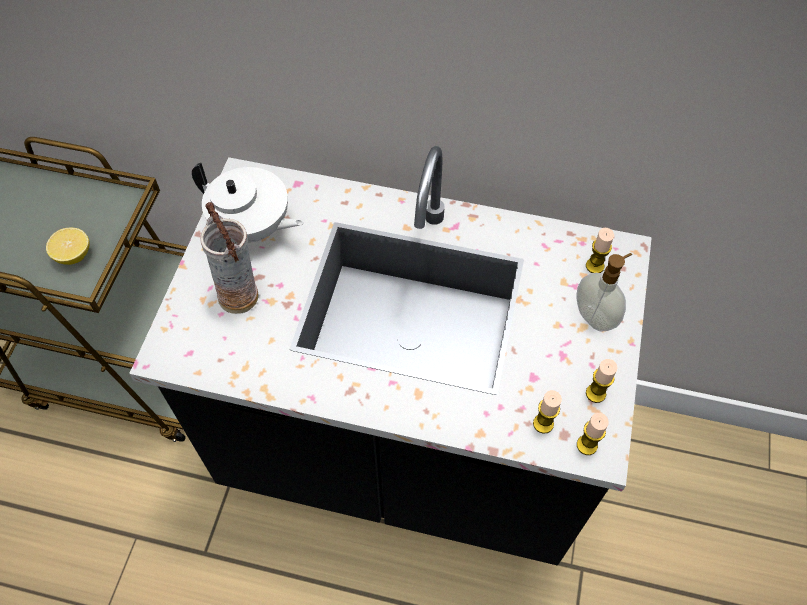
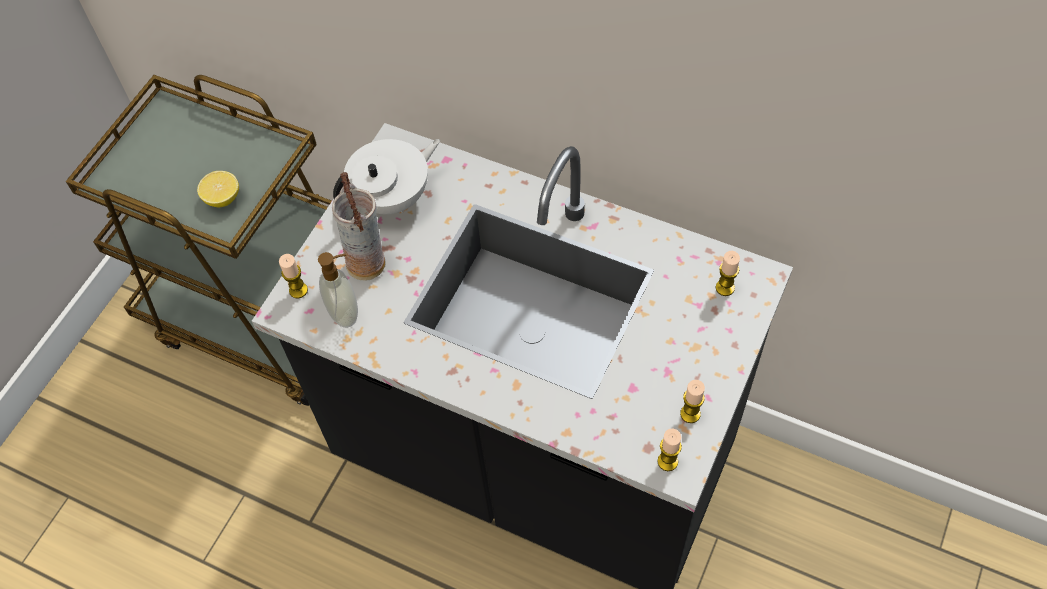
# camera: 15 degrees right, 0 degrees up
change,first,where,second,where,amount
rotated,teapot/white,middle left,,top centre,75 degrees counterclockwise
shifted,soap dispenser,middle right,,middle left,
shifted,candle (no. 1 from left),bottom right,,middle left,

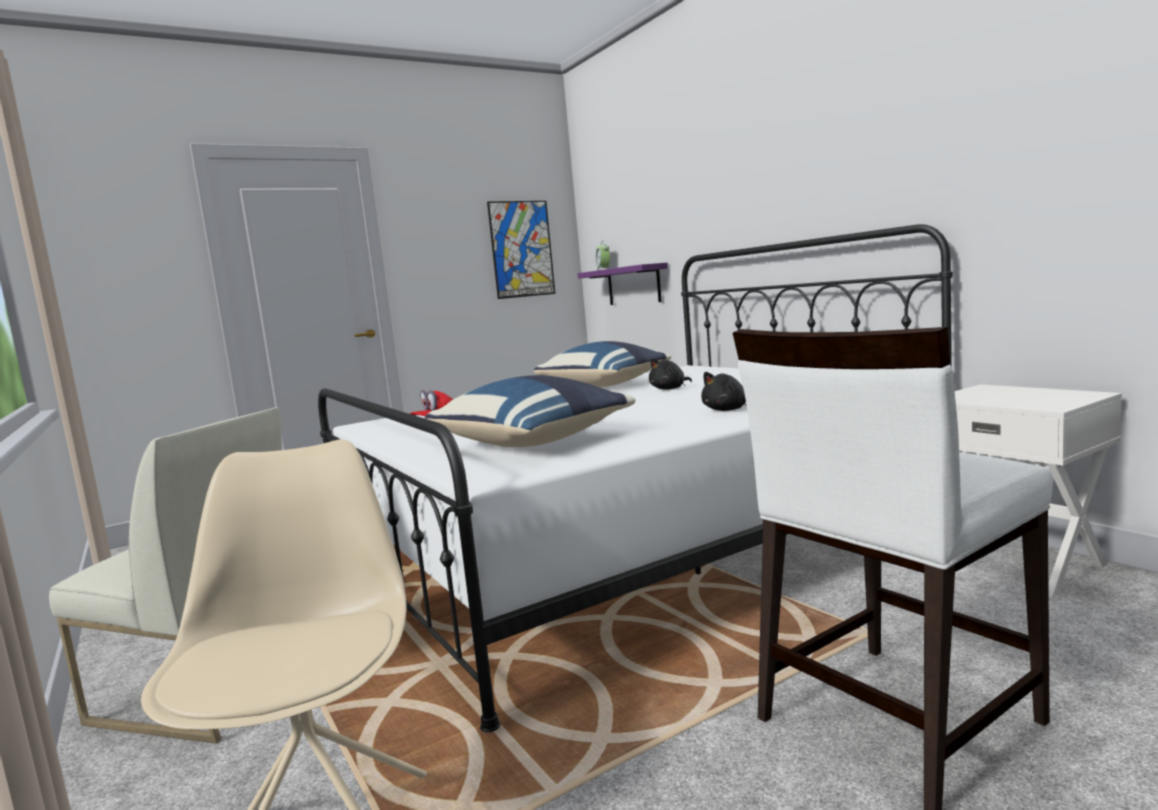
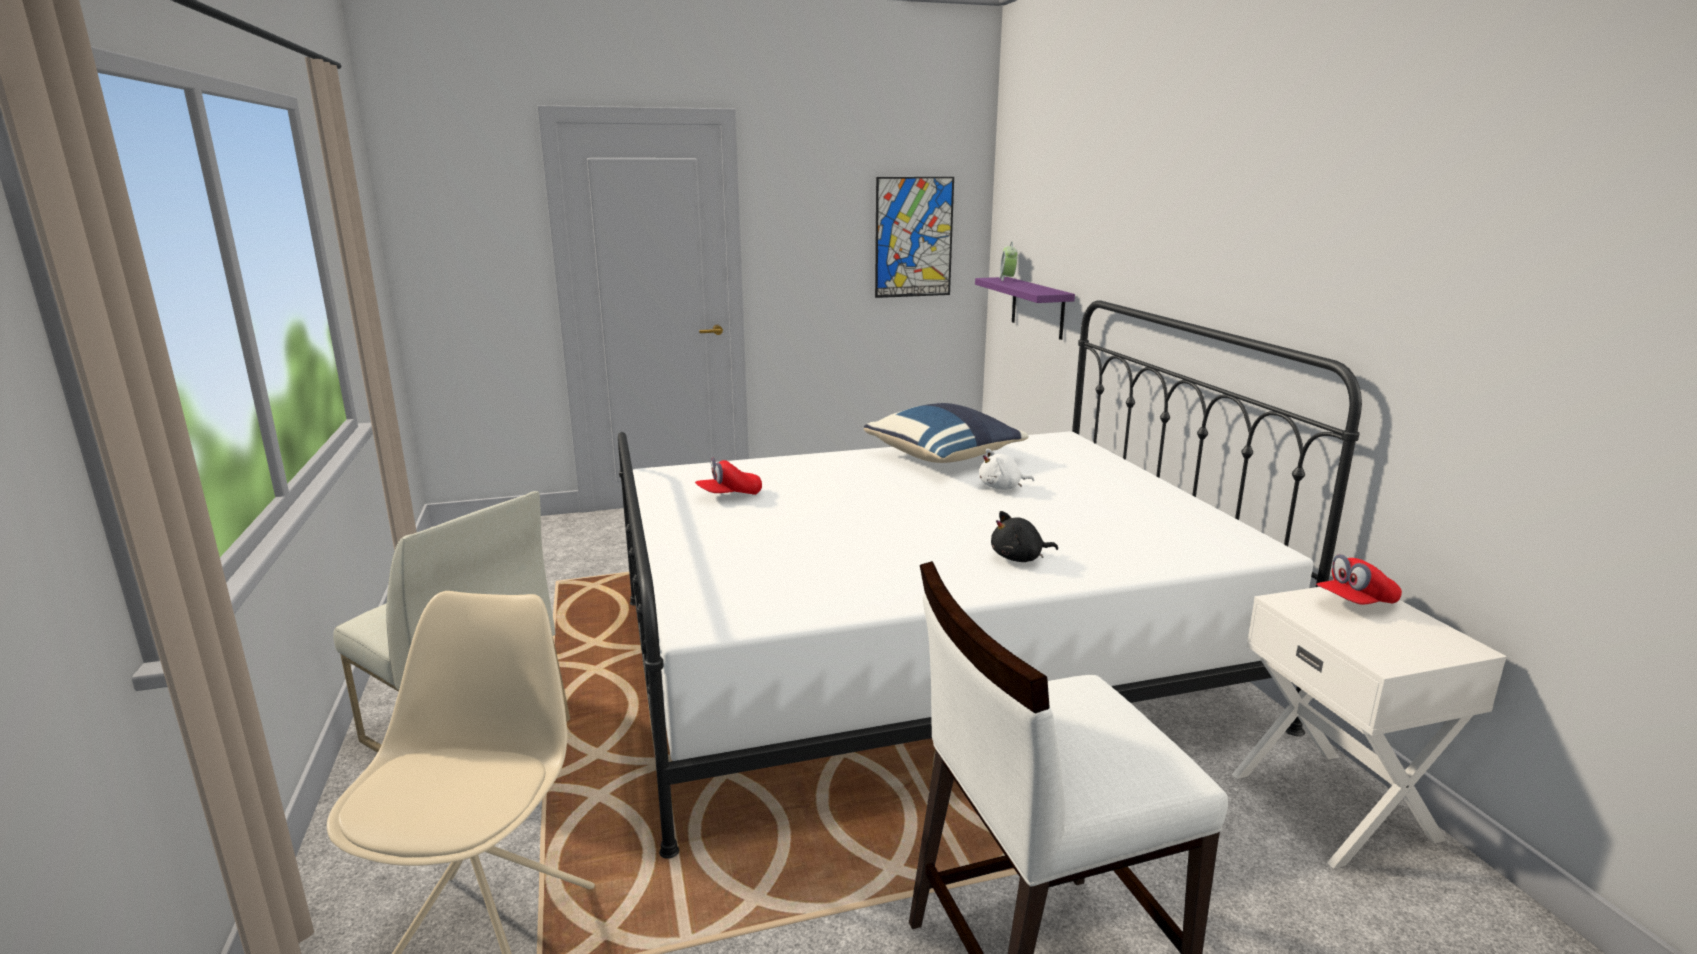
# camera: 15 degrees right, 10 degrees up
change,first,where,second,where,amount
repainted,plush toy/black (no. 1 from left),centre,plush toy/white,centre,
gone,pillow/blue (no. 1 from left),centre,,,
new,,,cap/red (no. 2 from left),middle right,

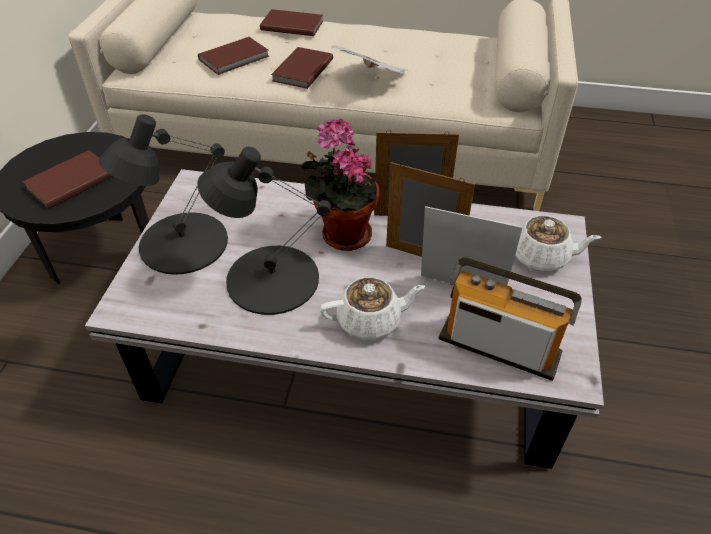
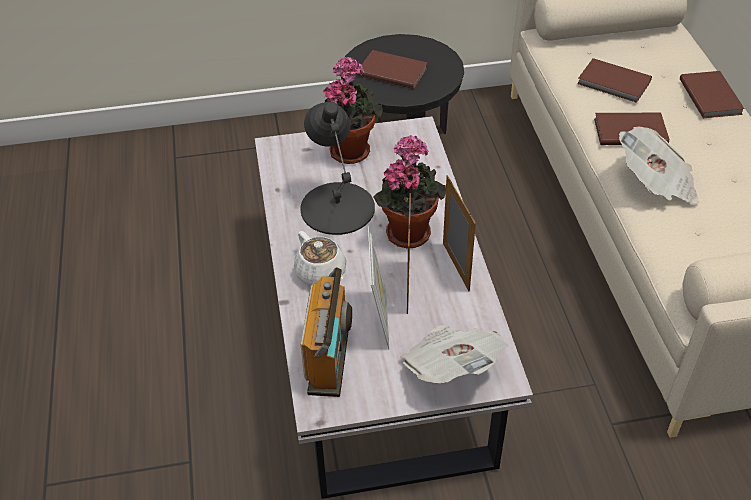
# camera: 70 degrees right, 0 degrees up
change,first,where,second,where,amount
swapped,table lamp/black (no. 1 from left),middle left,potted plant (no. 1 from left),top centre,
swapped,teapot/white (no. 2 from left),middle right,newspaper (no. 1 from left),bottom centre,

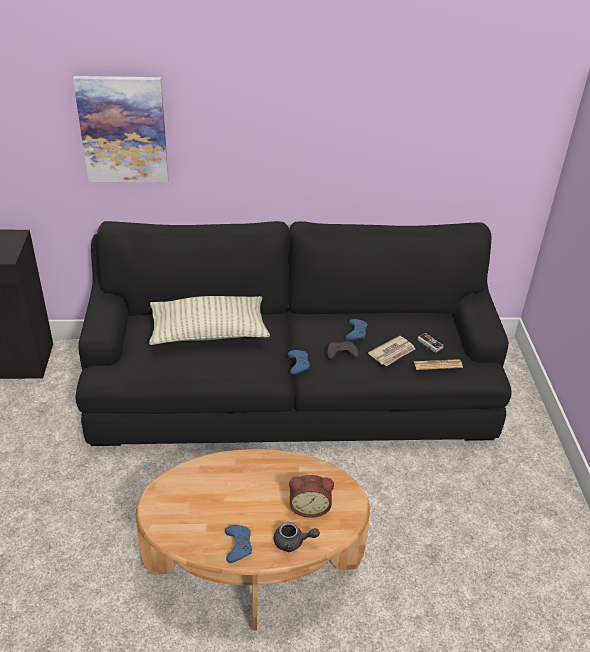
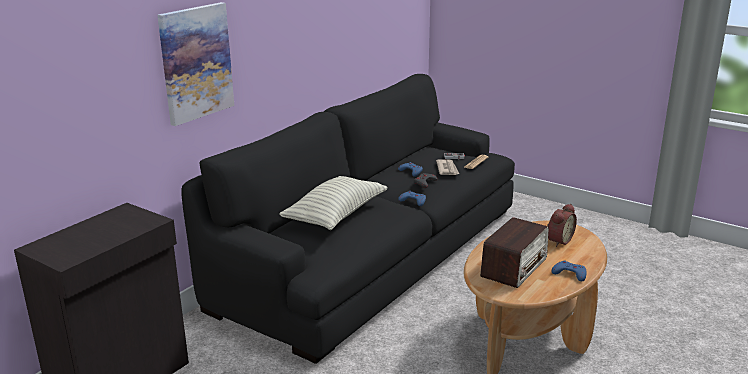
# camera: 50 degrees left, 15 degrees down
change,first,where,second,where,amount
gone,teapot/grey,bottom centre,,,
new,,,radio,bottom right,

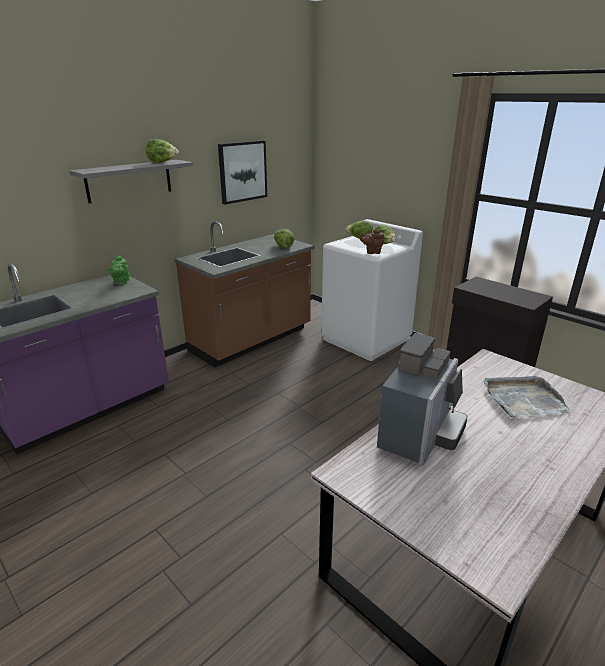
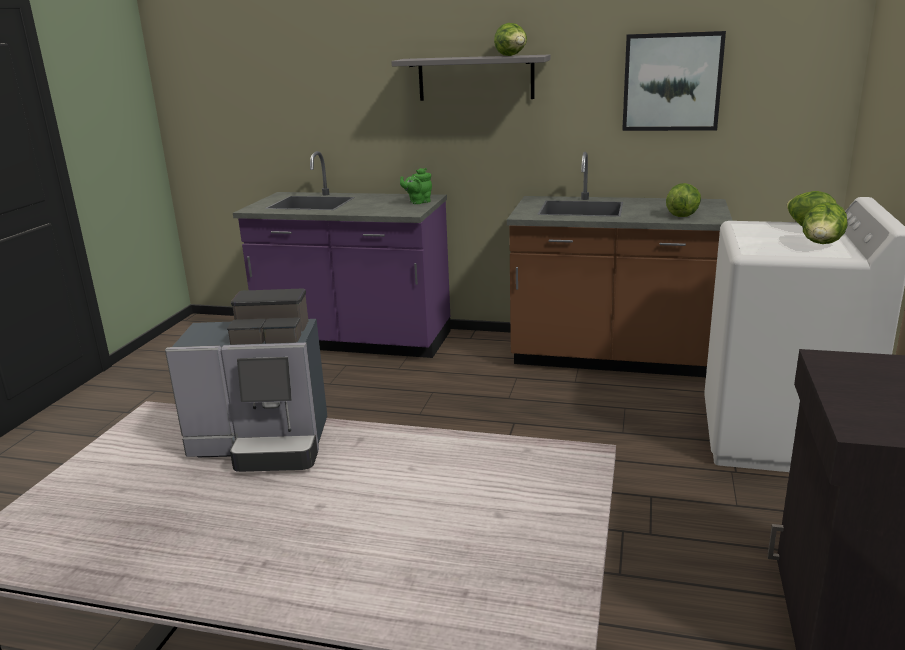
# camera: 60 degrees right, 5 degrees down
change,first,where,second,where,amount
gone,teapot/brown,centre,,,
gone,tray/grey,middle right,,,

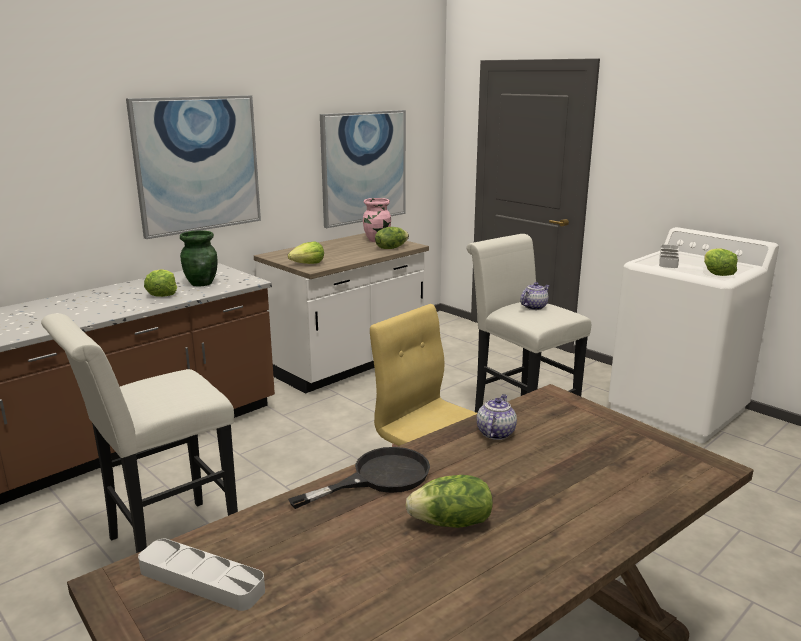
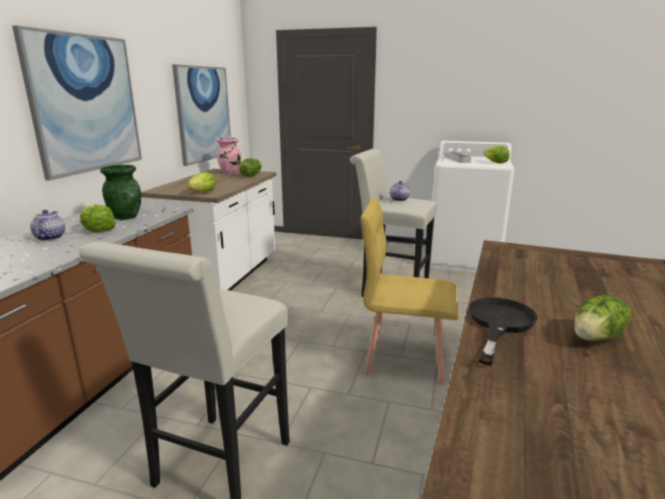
# camera: 30 degrees left, 0 degrees up
change,first,where,second,where,amount
shifted,teapot (no. 1 from left),centre,,middle left,
gone,tray/grey (no. 1 from left),bottom left,,,

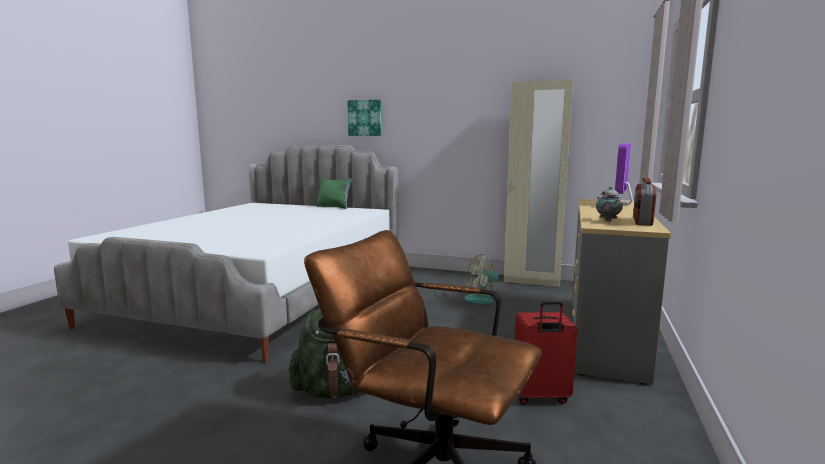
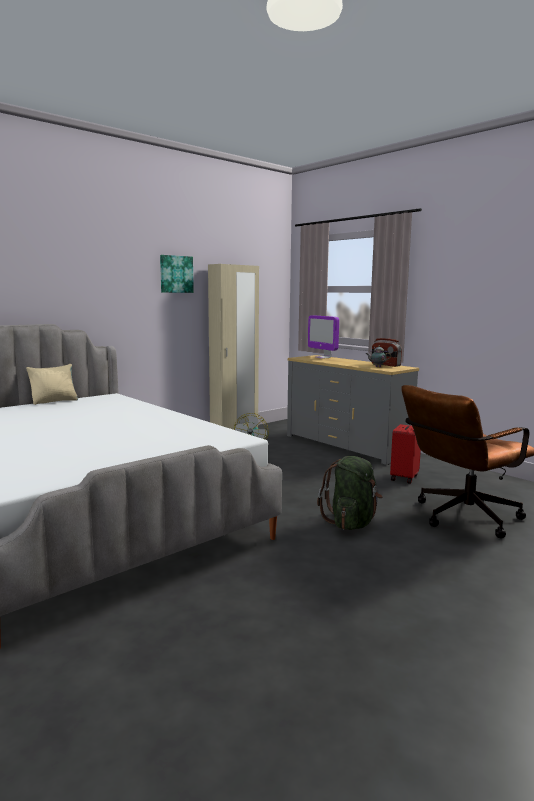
# camera: 60 degrees left, 0 degrees up
change,first,where,second,where,amount
shifted,picture,top centre,,middle left,
repainted,pillow/green,centre,pillow/beige,middle left,

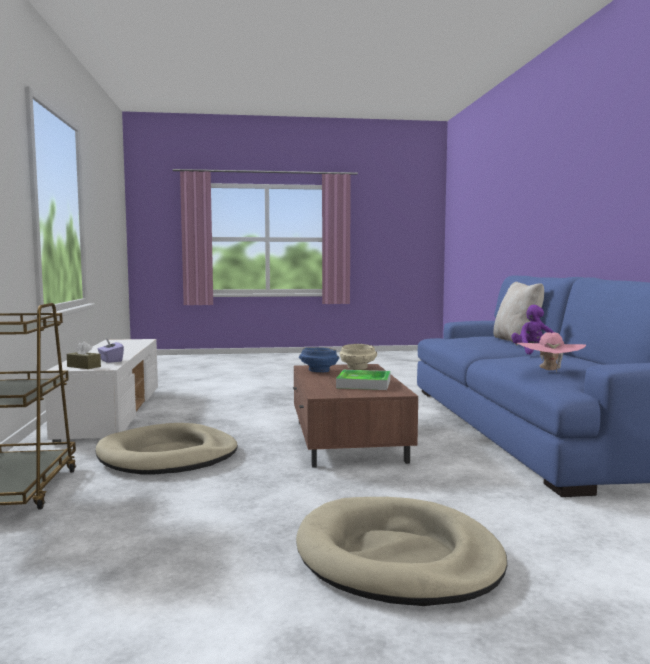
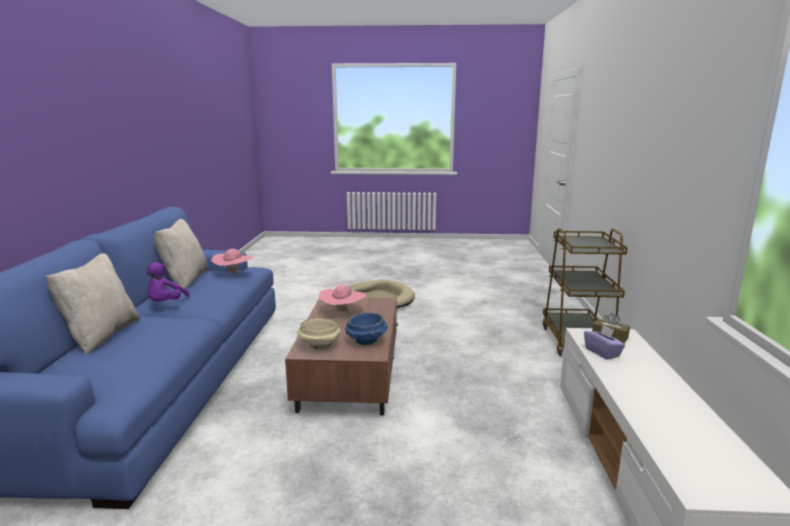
# camera: 170 degrees left, 10 degrees up
change,first,where,second,where,amount
swapped,tray,centre,hat/pink (no. 2 from left),centre,
gone,dog bed/beige (no. 1 from left),bottom left,,,
new,,,pillow/beige (no. 2 from left),middle left,

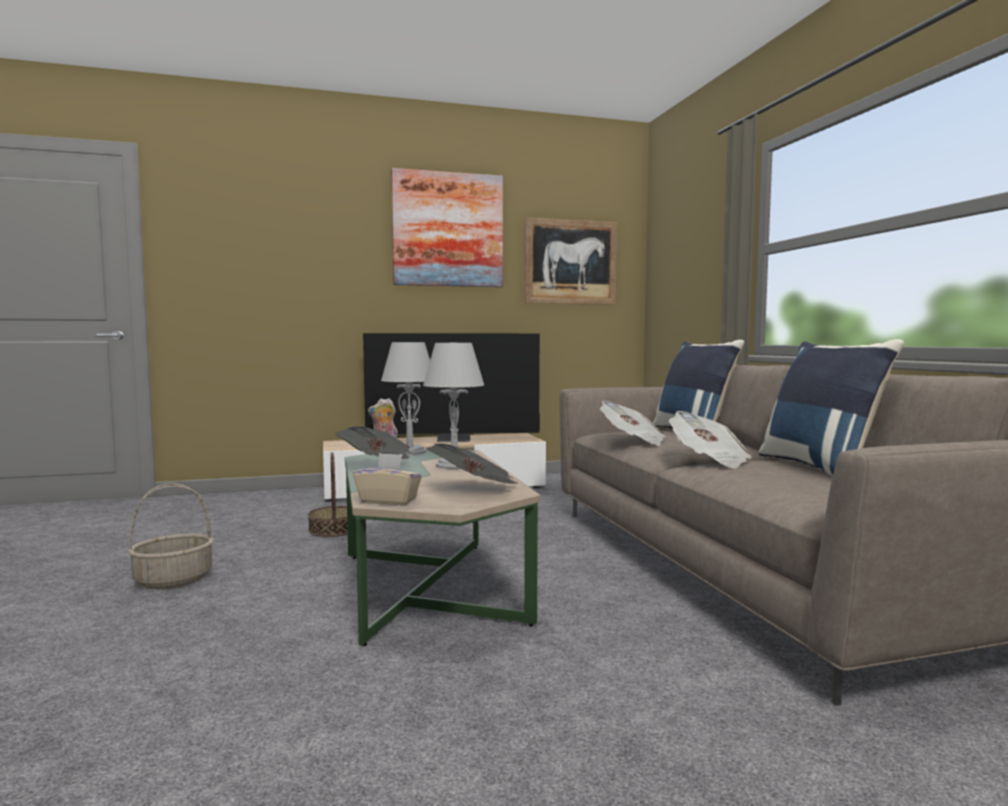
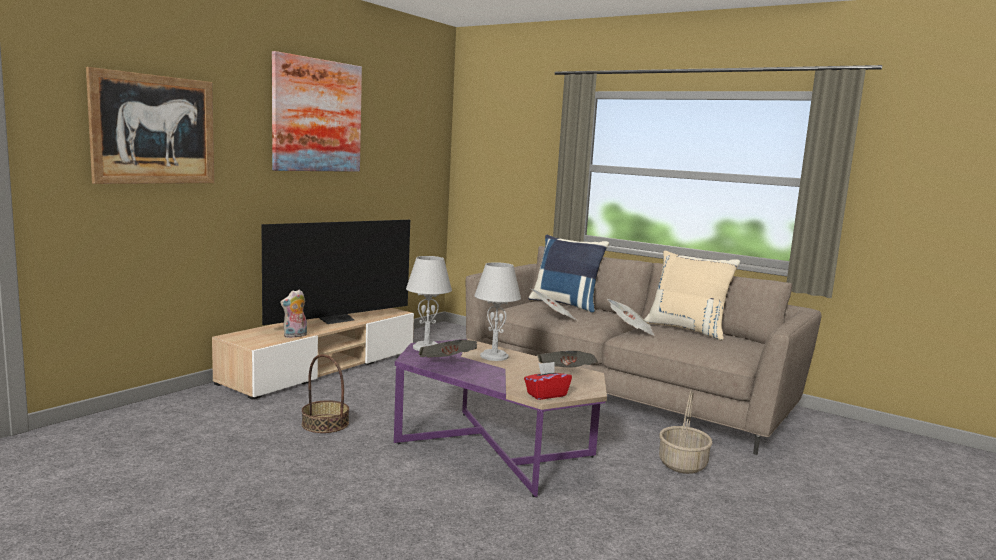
# camera: 40 degrees left, 5 degrees up
change,first,where,second,where,amount
shifted,picture (no. 2 from left in the first image),top centre,picture (no. 1 from left),top left,
repainted,pillow/blue (no. 2 from left),middle right,pillow/beige,middle right,
repainted,coffee table/green,bottom centre,coffee table/purple,bottom centre,
repainted,tissue box/beige,centre,tissue box/red,bottom centre,
shifted,basket (no. 1 from left in the first image),middle left,basket (no. 2 from left),bottom right,

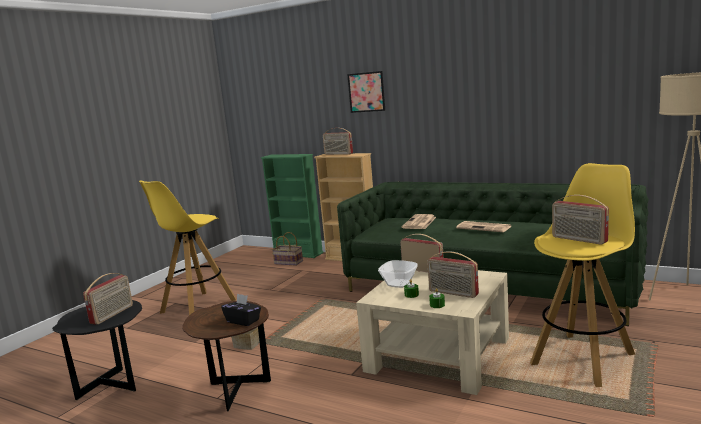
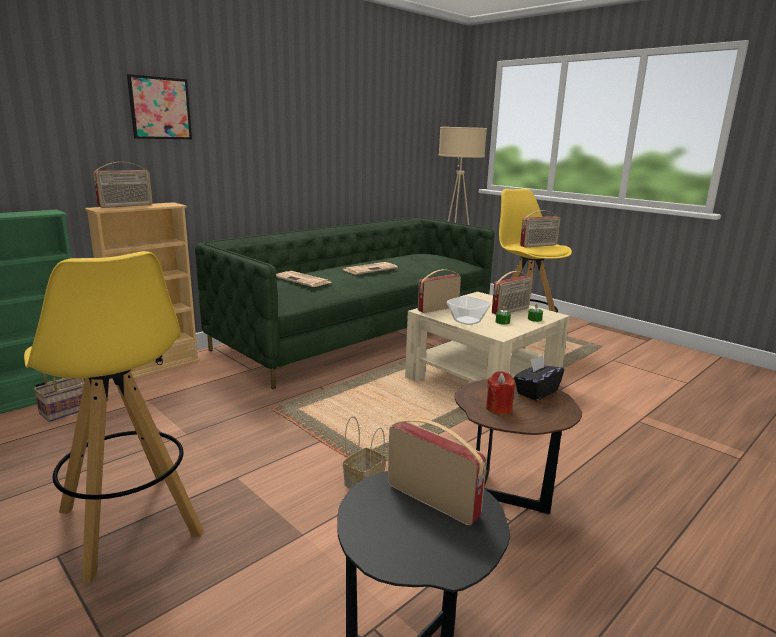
# camera: 75 degrees left, 5 degrees up
change,first,where,second,where,amount
new,,,candle/red,centre,

